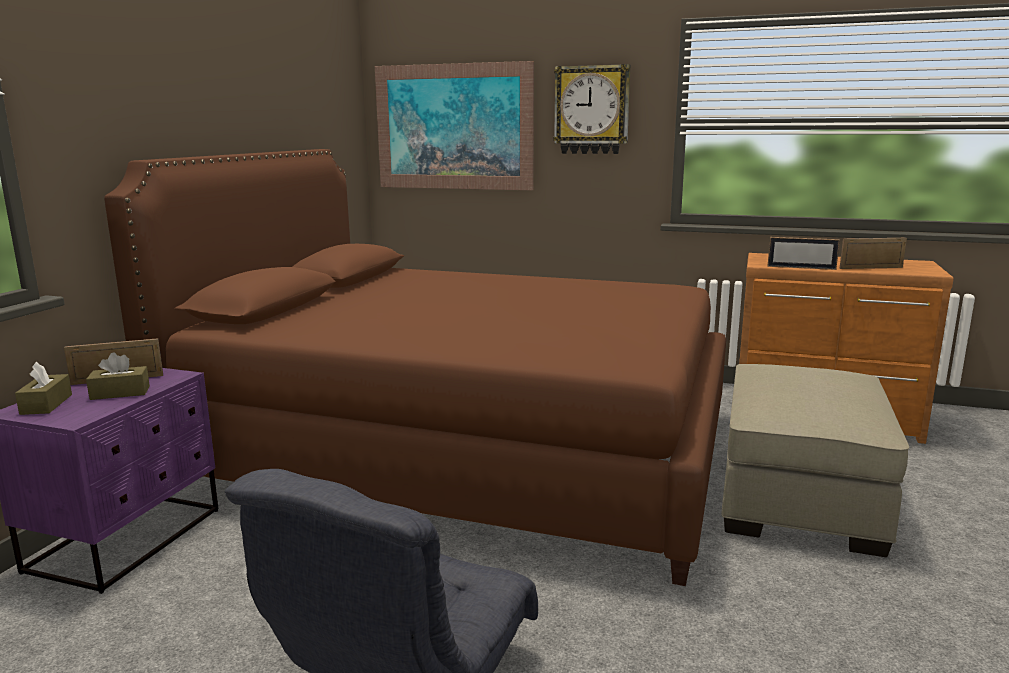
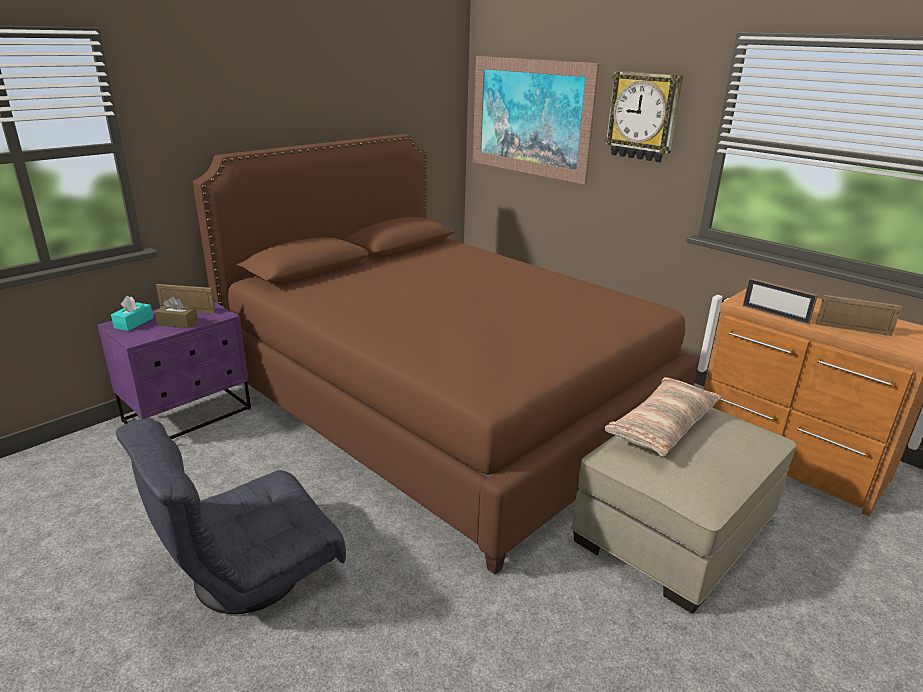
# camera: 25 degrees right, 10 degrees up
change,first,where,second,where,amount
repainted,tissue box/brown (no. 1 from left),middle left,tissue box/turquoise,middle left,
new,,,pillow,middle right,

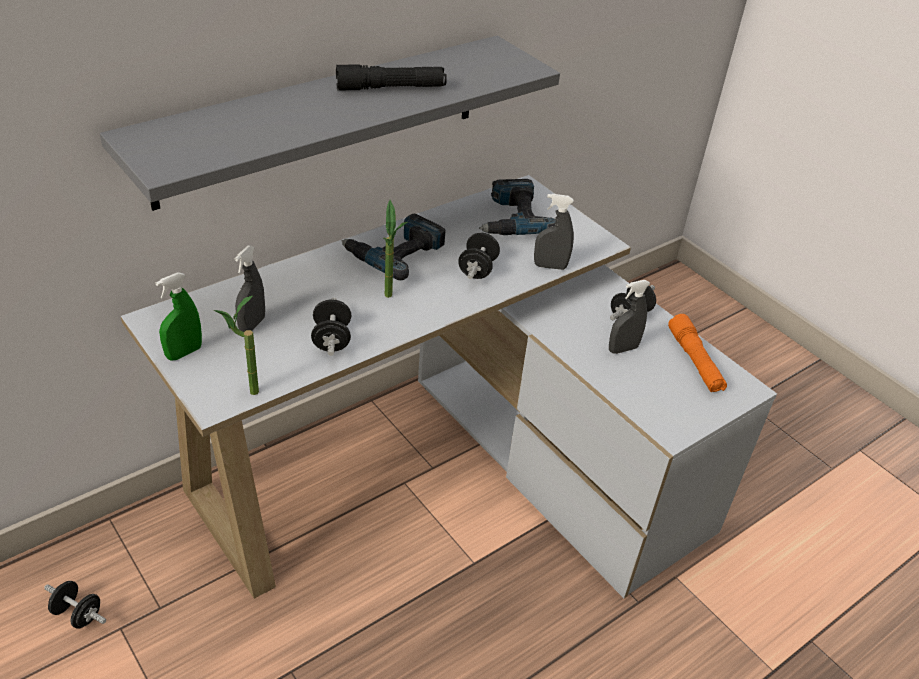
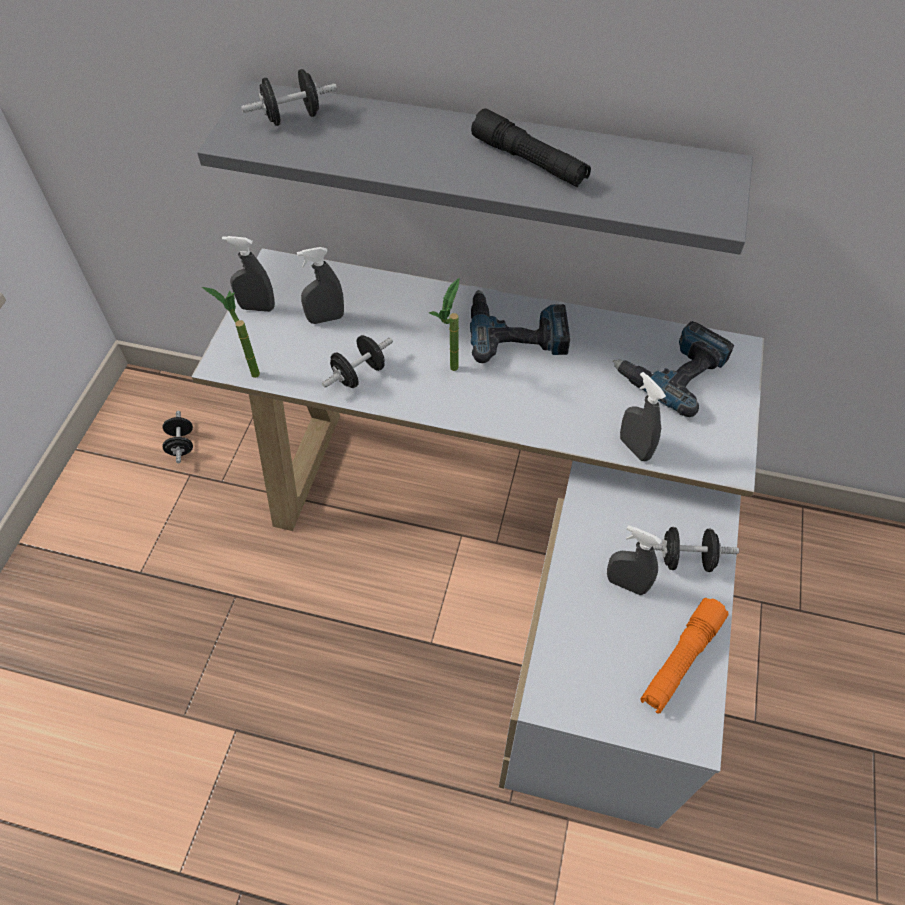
# camera: 55 degrees right, 15 degrees up
change,first,where,second,where,amount
shifted,dumbbell/black (no. 3 from left in the first image),centre,dumbbell/black (no. 2 from left),top left,
repainted,spray bottle/green,middle left,spray bottle/grey (no. 1 from left),top left,

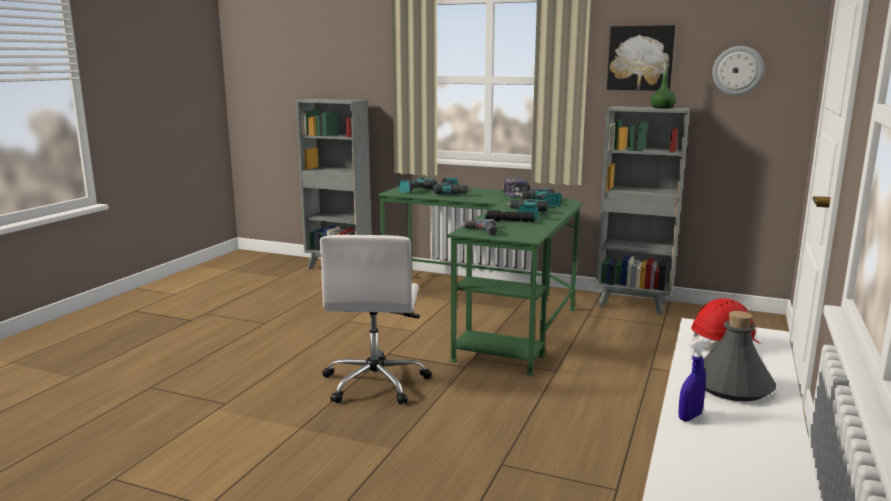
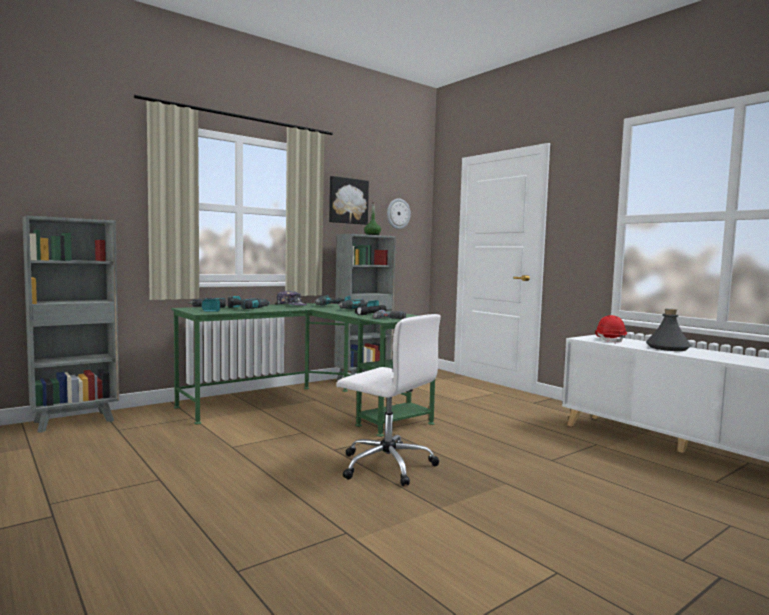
# camera: 60 degrees left, 10 degrees down
change,first,where,second,where,amount
gone,spray bottle/blue,bottom right,,,

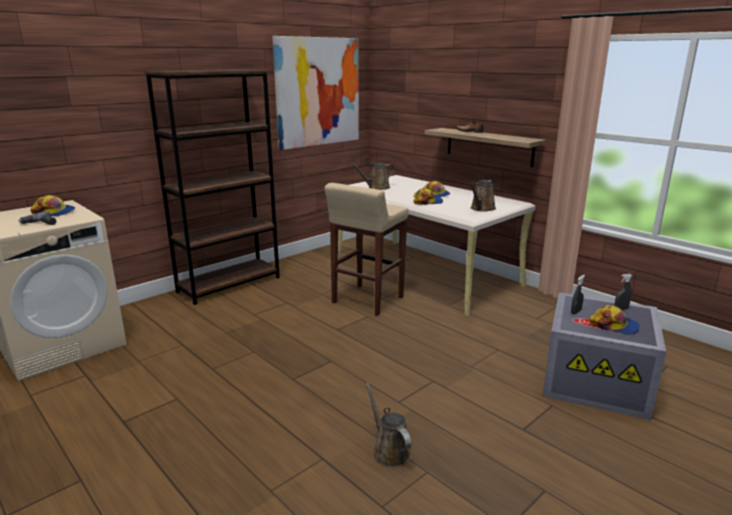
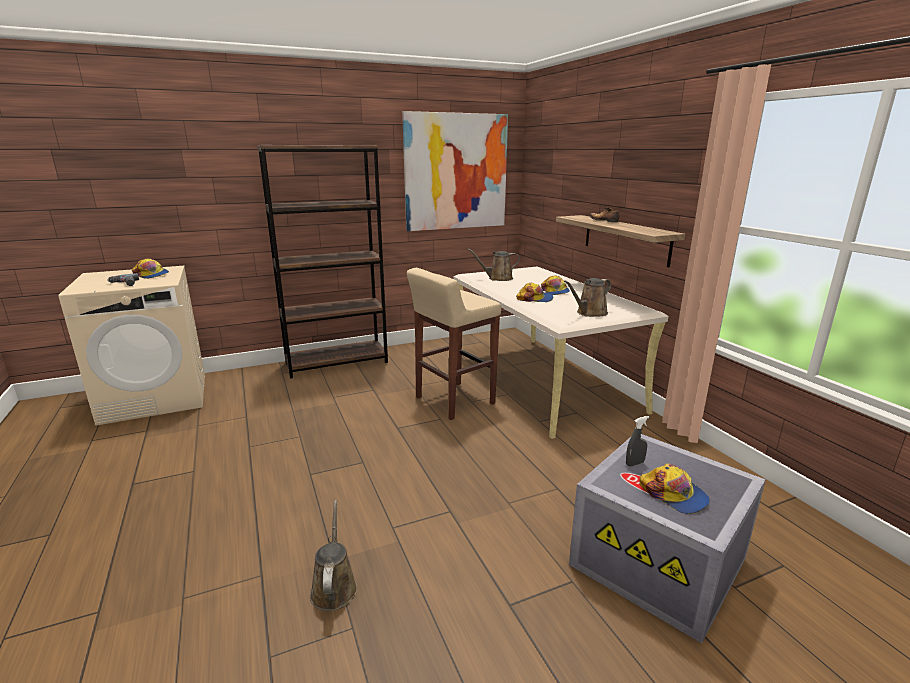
# camera: 20 degrees right, 0 degrees up
change,first,where,second,where,amount
gone,spray bottle/grey (no. 2 from left),middle right,,,

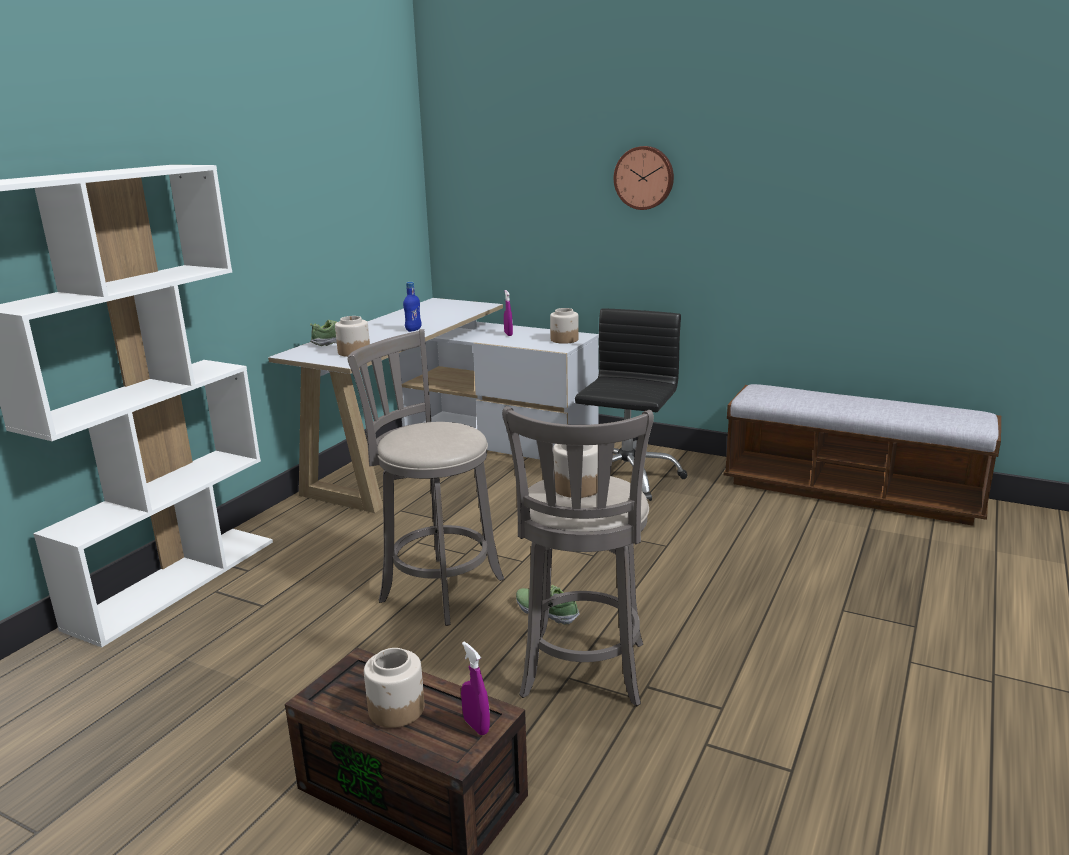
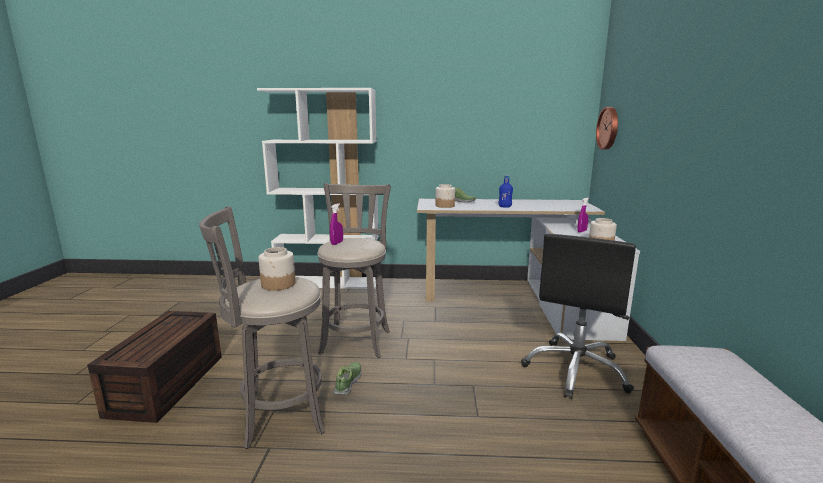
# camera: 65 degrees right, 5 degrees down
change,first,where,second,where,amount
shifted,wall clock,top centre,,top right,
rotated,office chair/black,centre,,middle right,120 degrees clockwise
shifted,spray bottle/purple (no. 1 from left),bottom centre,,centre,
gone,jar (no. 2 from left),bottom centre,,,

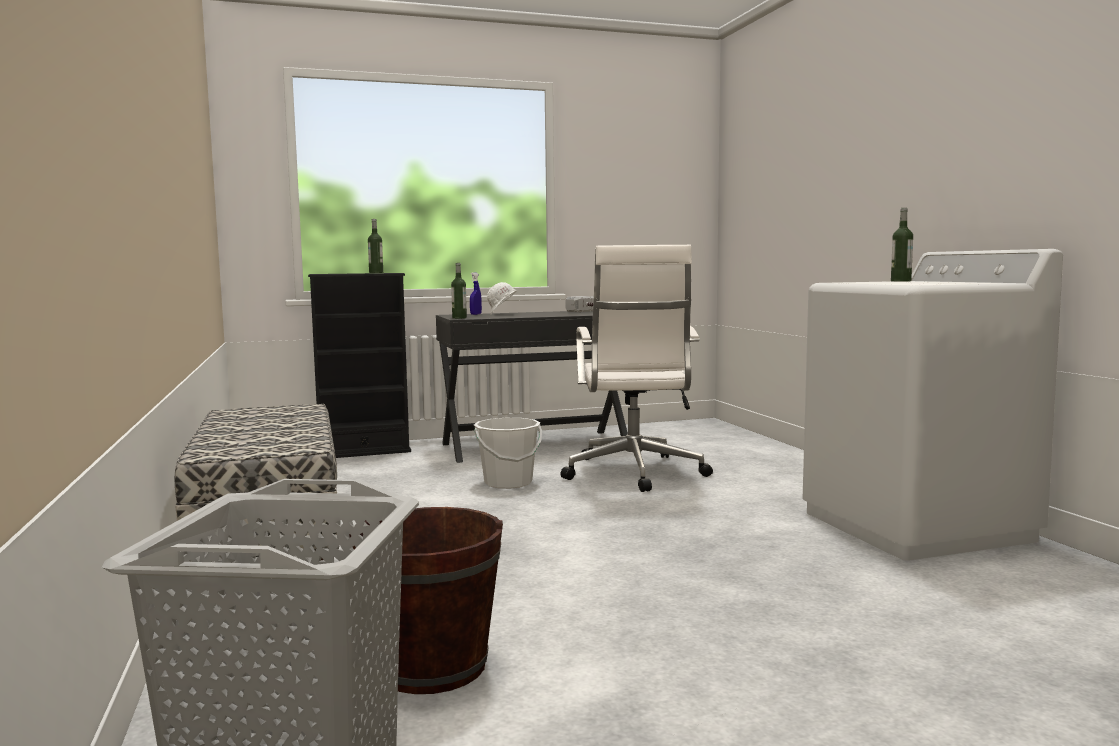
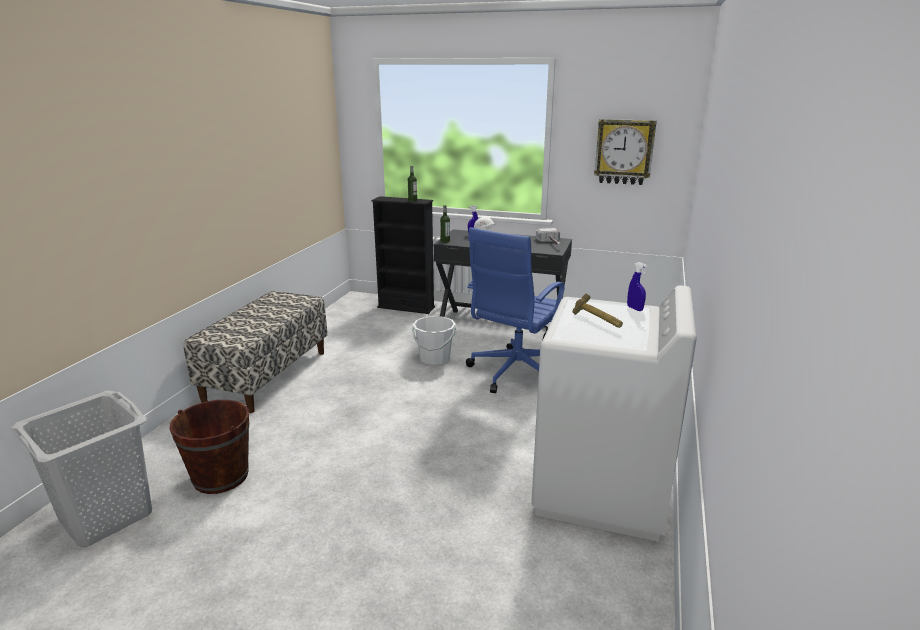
# camera: 35 degrees right, 15 degrees up
change,first,where,second,where,amount
swapped,bottle (no. 3 from left),top right,spray bottle/blue (no. 2 from left),middle right,
repainted,office chair/white,centre,office chair/blue,centre,
new,,,wall clock,top right,
new,,,hammer (no. 2 from left),centre,

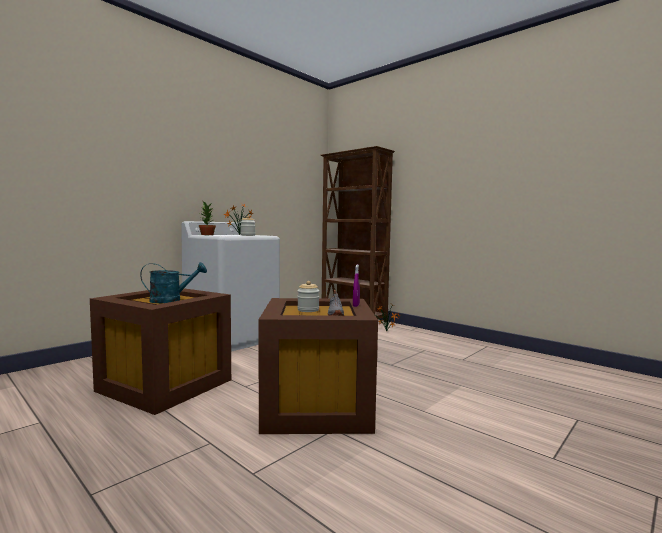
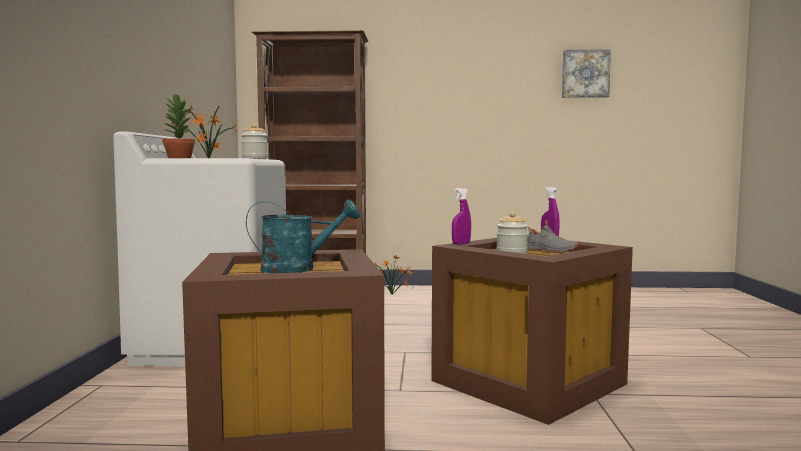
# camera: 40 degrees left, 0 degrees up
change,first,where,second,where,amount
rotated,watering can/turquoise,middle left,,centre,45 degrees clockwise
new,,,picture,top right,
new,,,spray bottle/purple (no. 1 from left),centre,

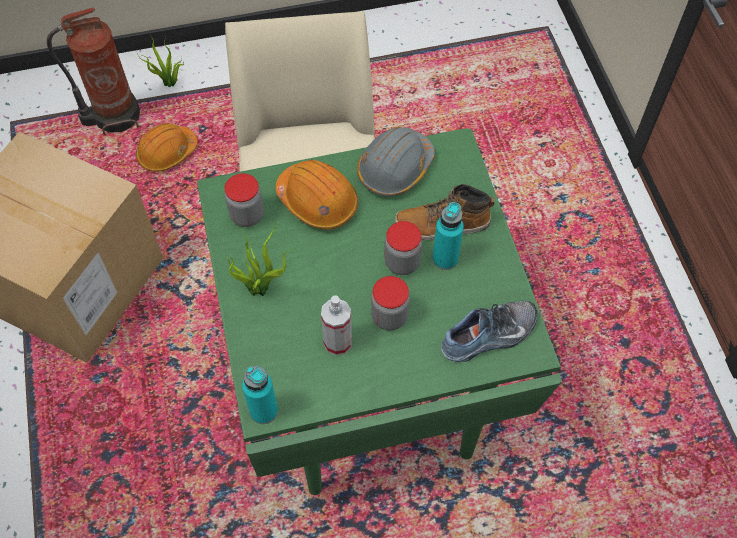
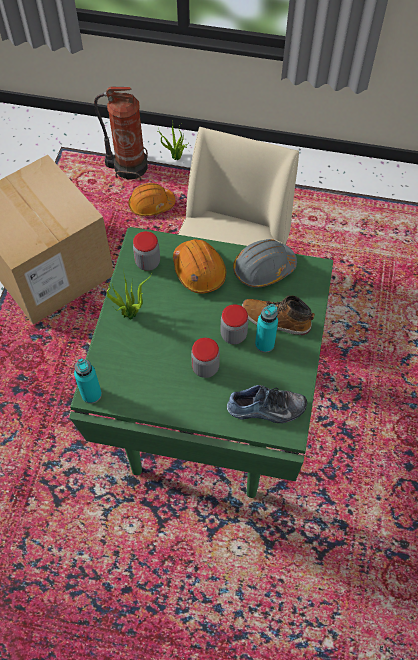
# camera: 25 degrees right, 0 degrees up
change,first,where,second,where,amount
gone,spray bottle,centre,,,

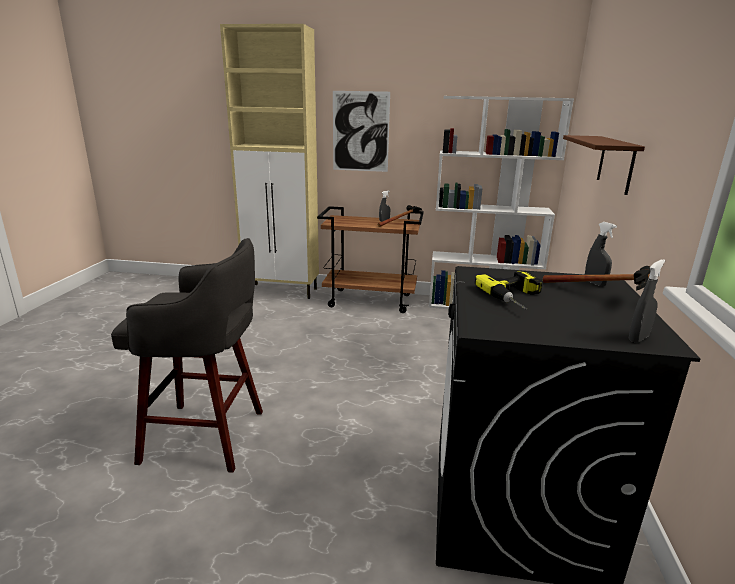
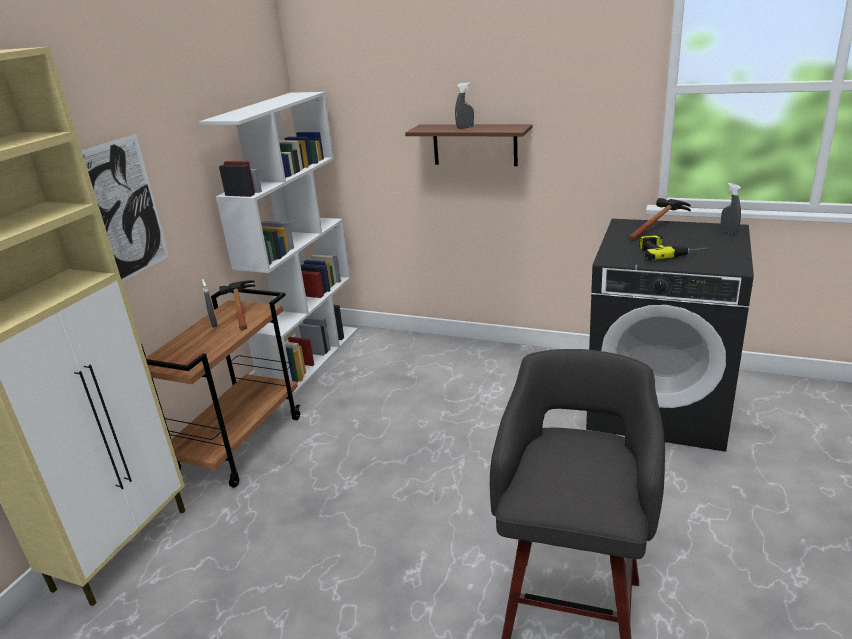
# camera: 75 degrees left, 5 degrees up
change,first,where,second,where,amount
shifted,spray bottle/grey (no. 2 from left),middle right,,top centre,

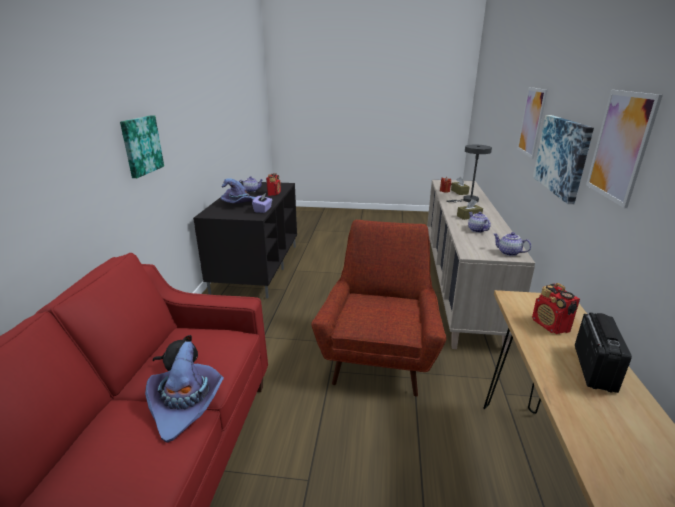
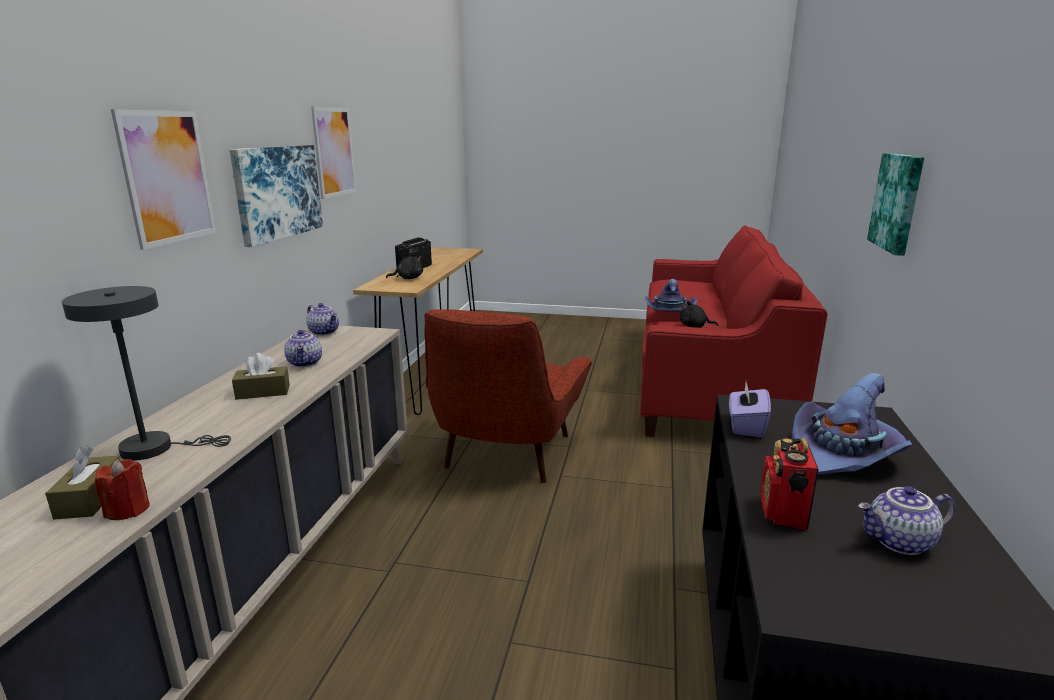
# camera: 175 degrees left, 5 degrees down
change,first,where,second,where,amount
swapped,radio (no. 2 from left),middle right,plush toy/black (no. 1 from left),centre,

